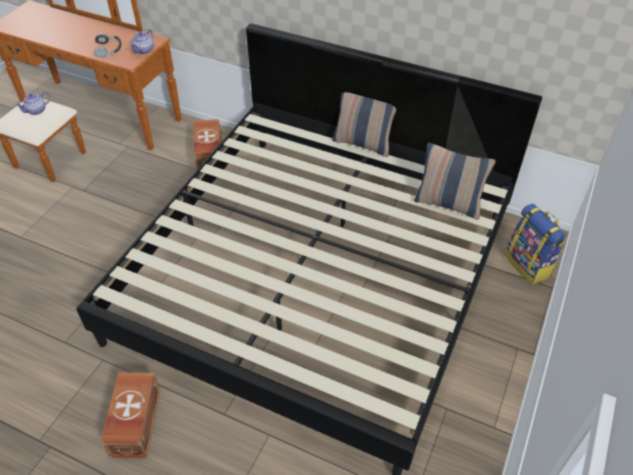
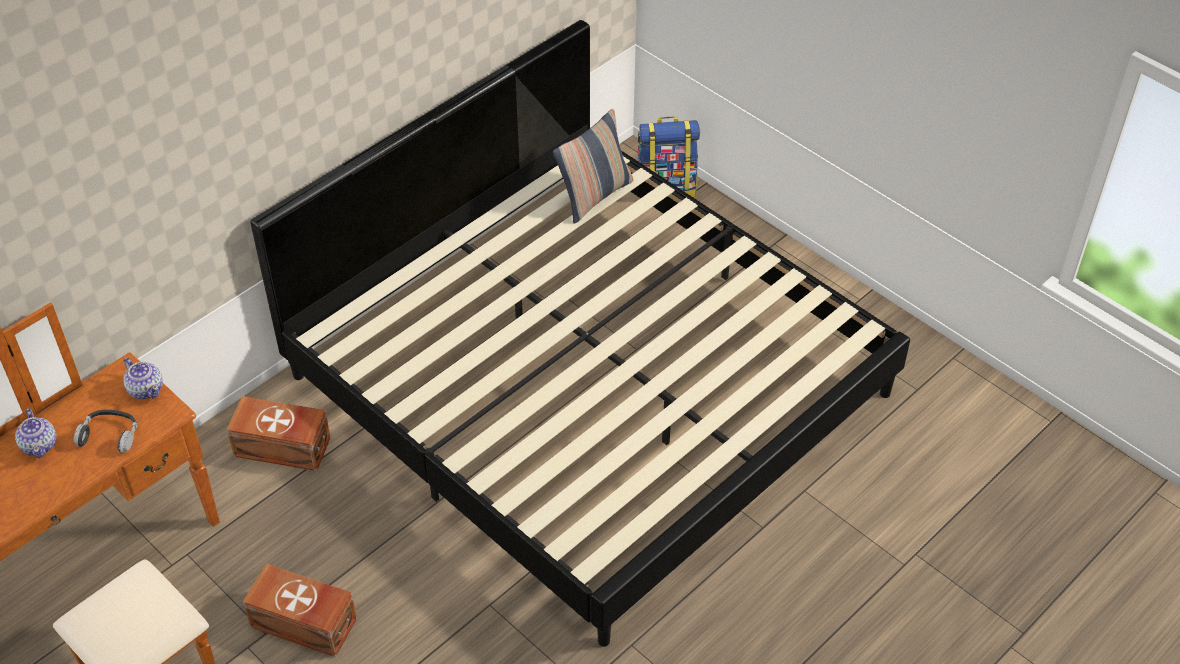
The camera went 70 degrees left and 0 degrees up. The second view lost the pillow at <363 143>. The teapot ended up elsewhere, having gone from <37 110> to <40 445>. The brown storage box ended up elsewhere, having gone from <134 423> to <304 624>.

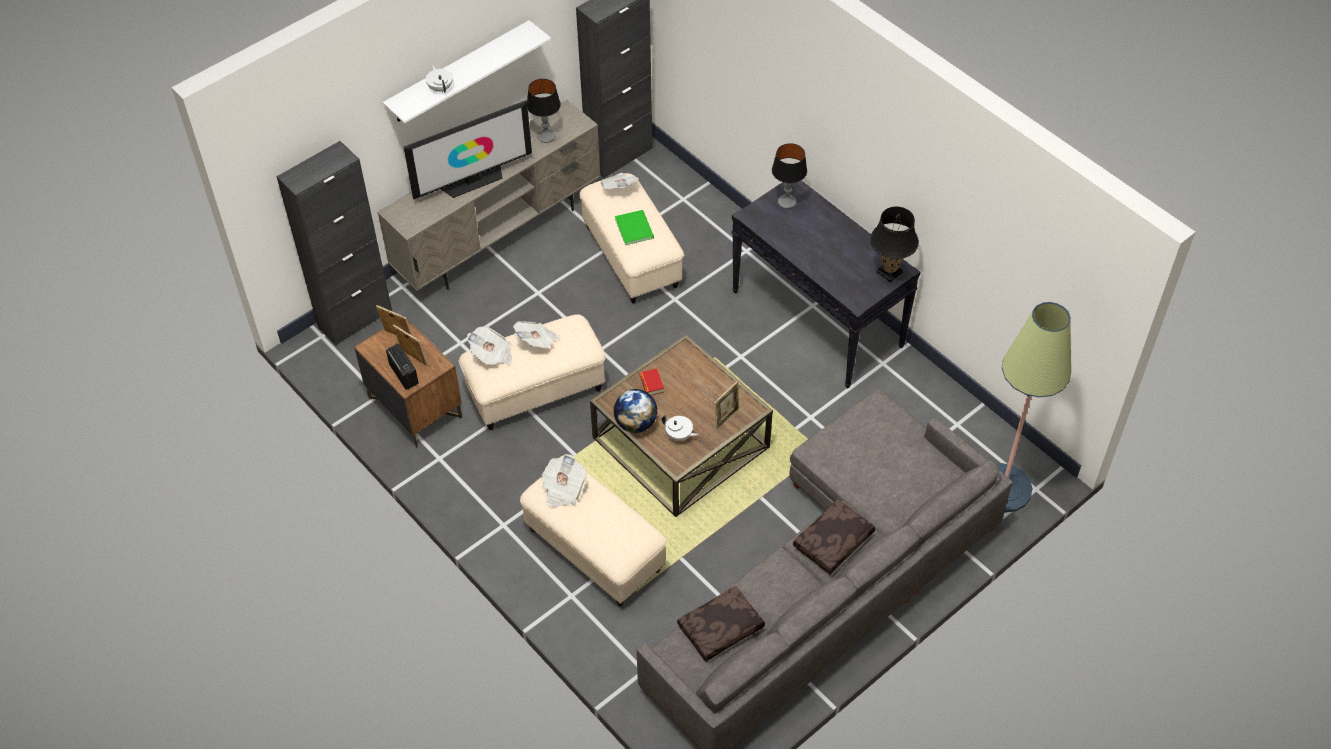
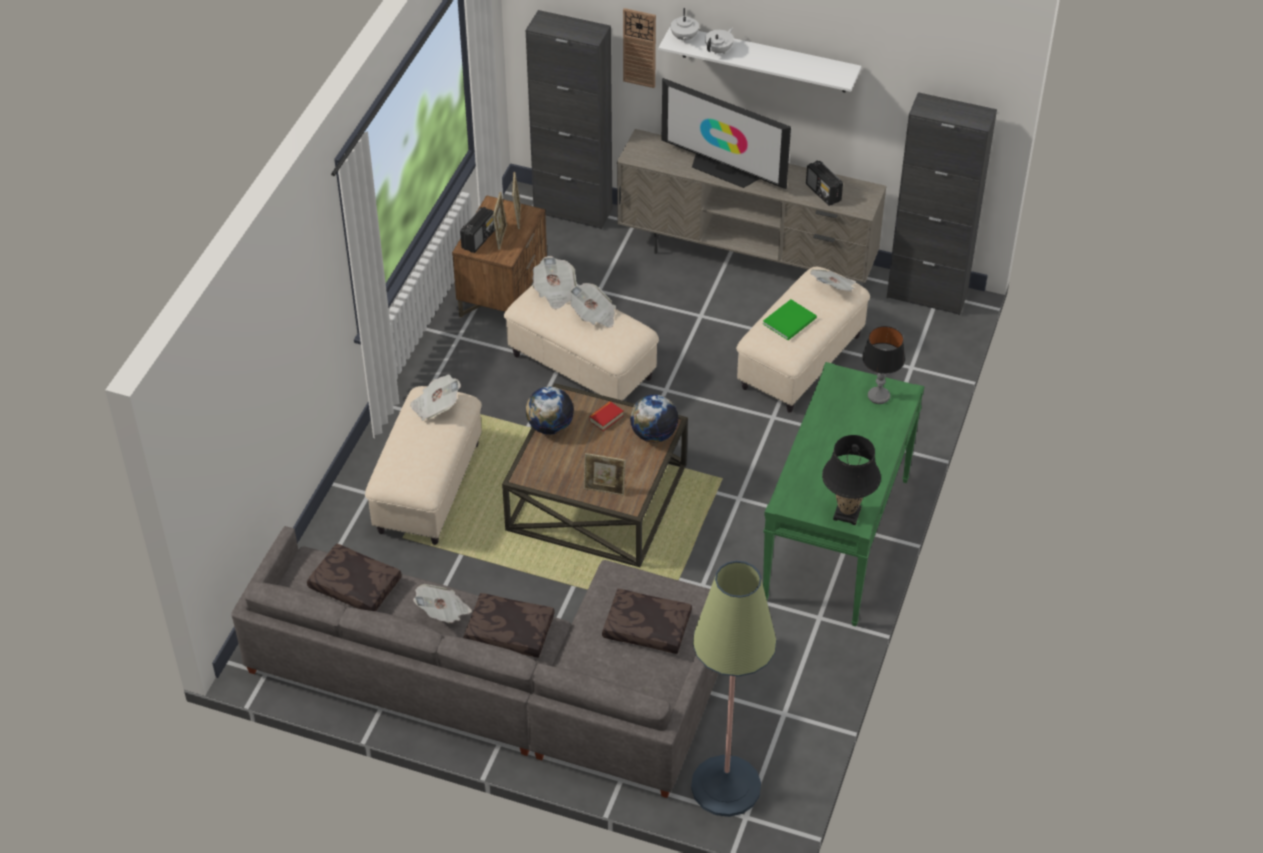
The camera went 60 degrees right and 5 degrees down. The second view gained the newspaper at <443 612>. The second view gained the brown pillow at <646 628>. The second view gained the wall clock at <639 47>. The second view gained the globe at <653 434>. The white teapot ended up elsewhere, having gone from <679 435> to <684 38>. Where the table lamp stood at <546 136>, the radio came to stand at <823 193>. What was the black console table at <818 319> turned into the green console table at <837 540>.

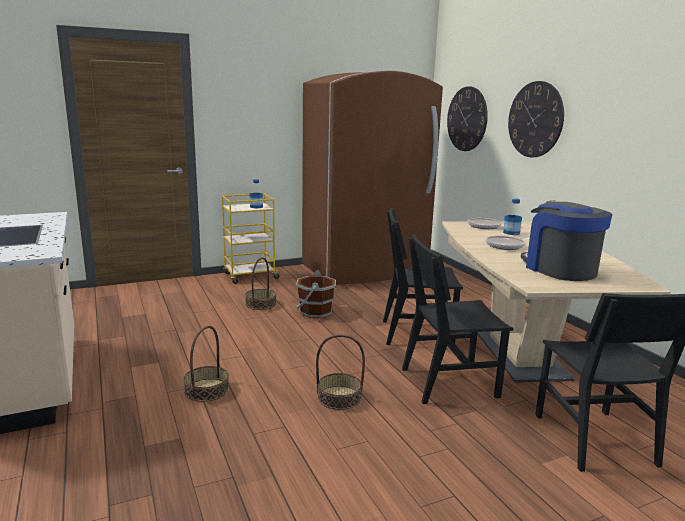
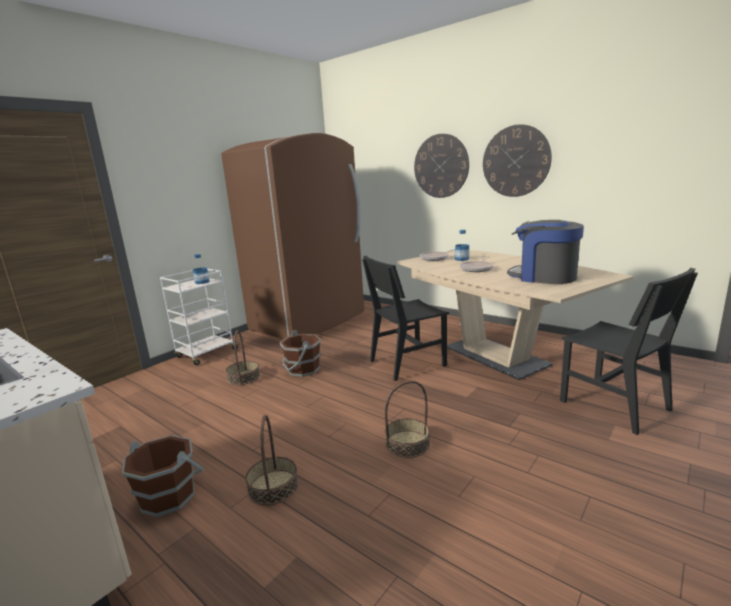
The camera went 25 degrees left and 0 degrees up. The second view lost the black chair at <448 382>. The second view gained the brown bucket at <169 496>. The wall clock ended up elsewhere, having gone from <467 119> to <515 161>. What was the yellow cart at <250 276> turned into the white cart at <206 354>.

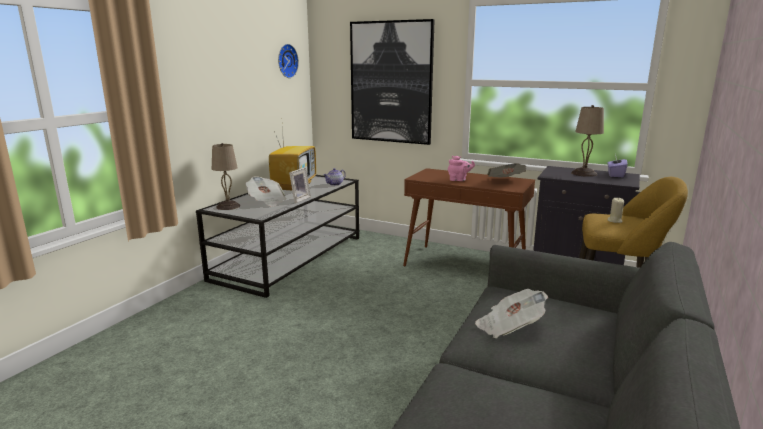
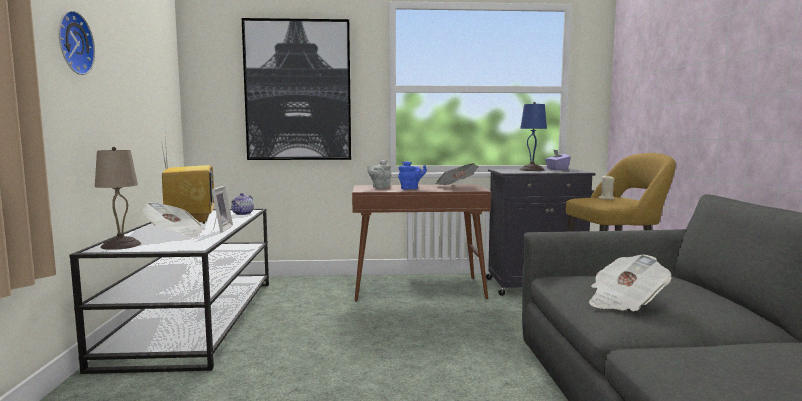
The camera went 30 degrees left and 10 degrees down. The second view gained the grey teapot at <380 187>. The wall clock ended up elsewhere, having gone from <286 61> to <72 43>. What was the pink teapot at <459 180> turned into the blue teapot at <411 189>. What was the beige table lamp at <584 173> turned into the blue table lamp at <532 170>.

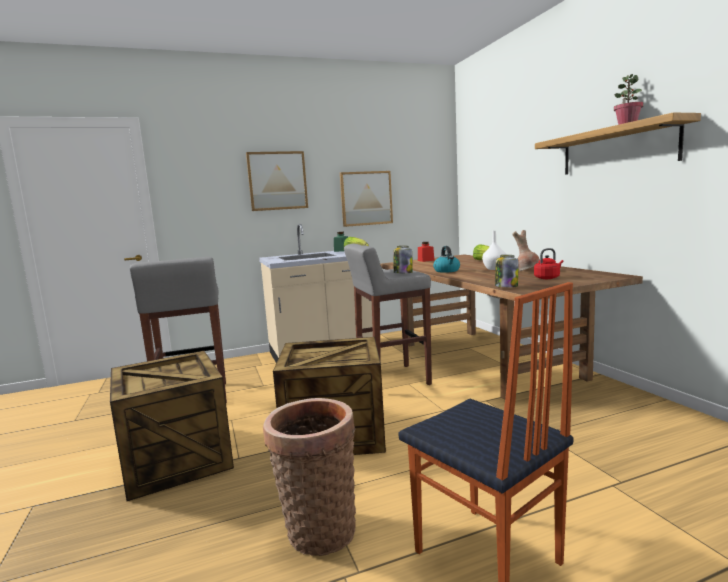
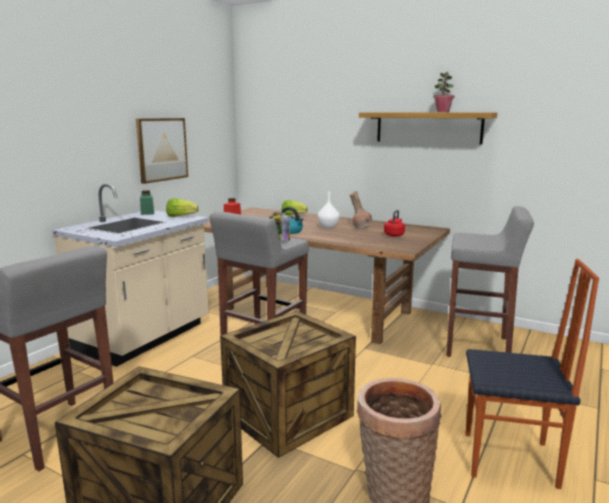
The camera went 40 degrees left and 5 degrees up. The second view lost the picture at <277 181>. The second view lost the jar at <506 287>. The second view gained the grey stool at <478 347>.

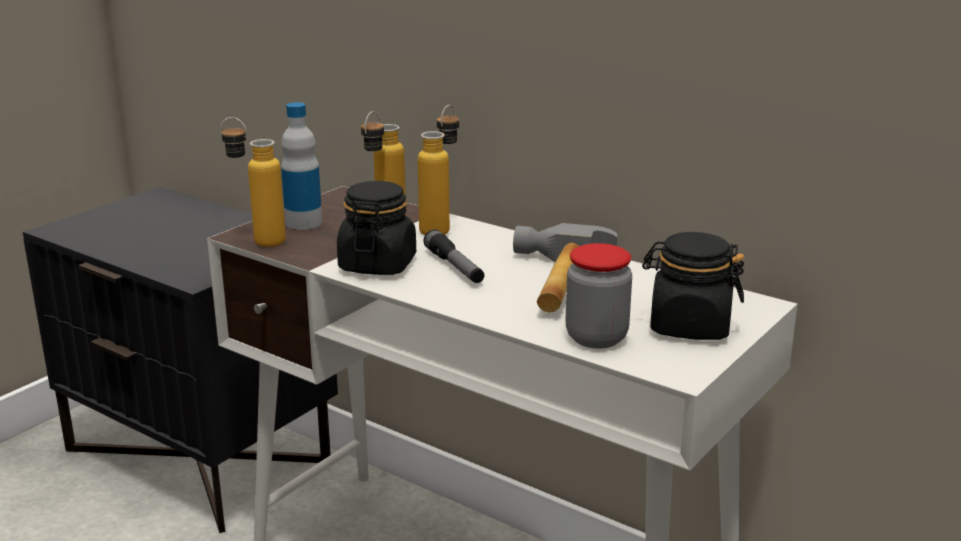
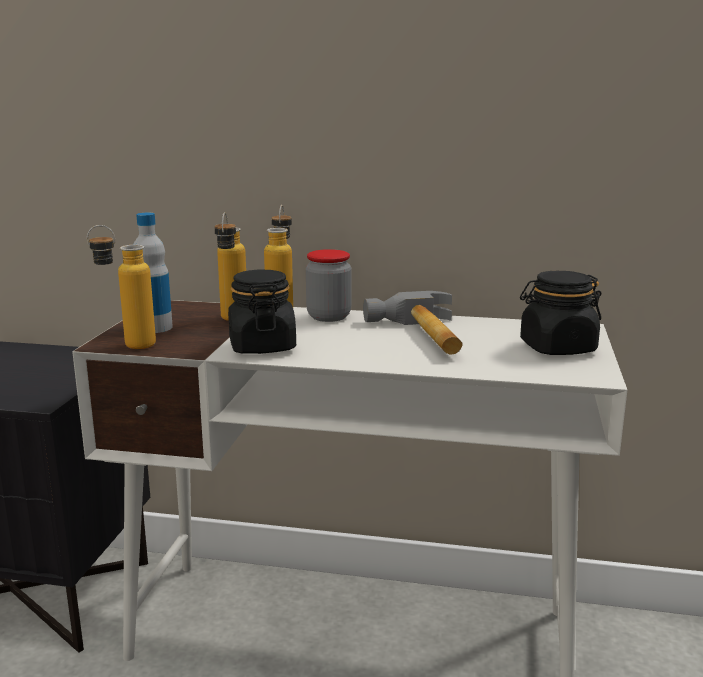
The camera went 25 degrees left and 5 degrees down. The second view lost the flashlight at <454 267>. The jar ended up elsewhere, having gone from <596 337> to <329 317>.

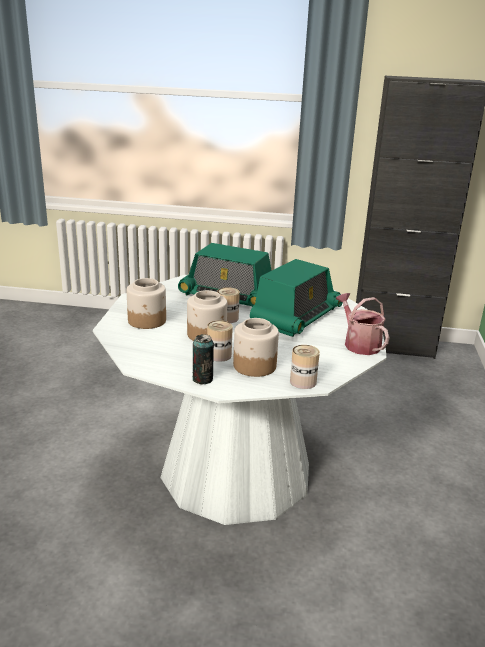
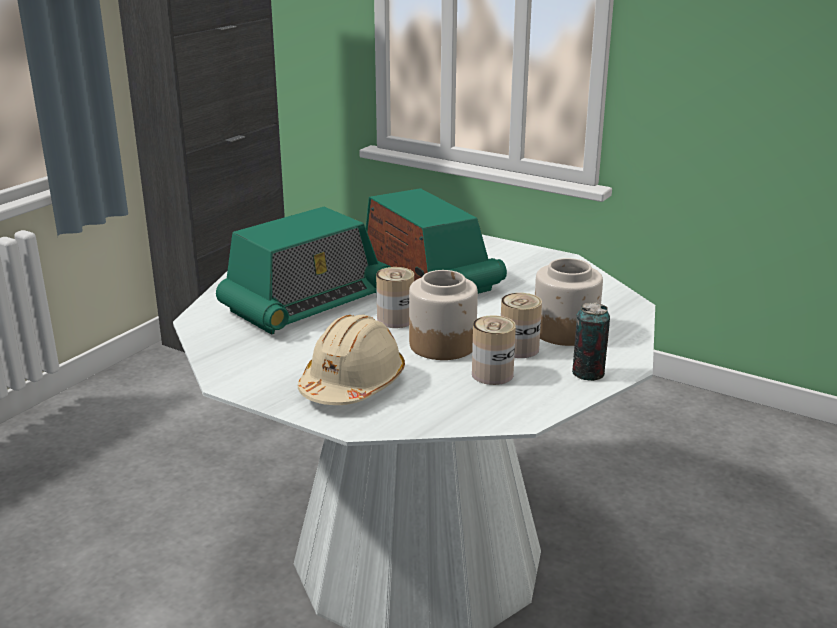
The camera went 65 degrees left and 0 degrees up. The second view lost the watering can at <359 344>. The can ended up elsewhere, having gone from <303 382> to <492 374>. Where the jar stood at <147 321>, the beige hard hat came to stand at <352 384>.

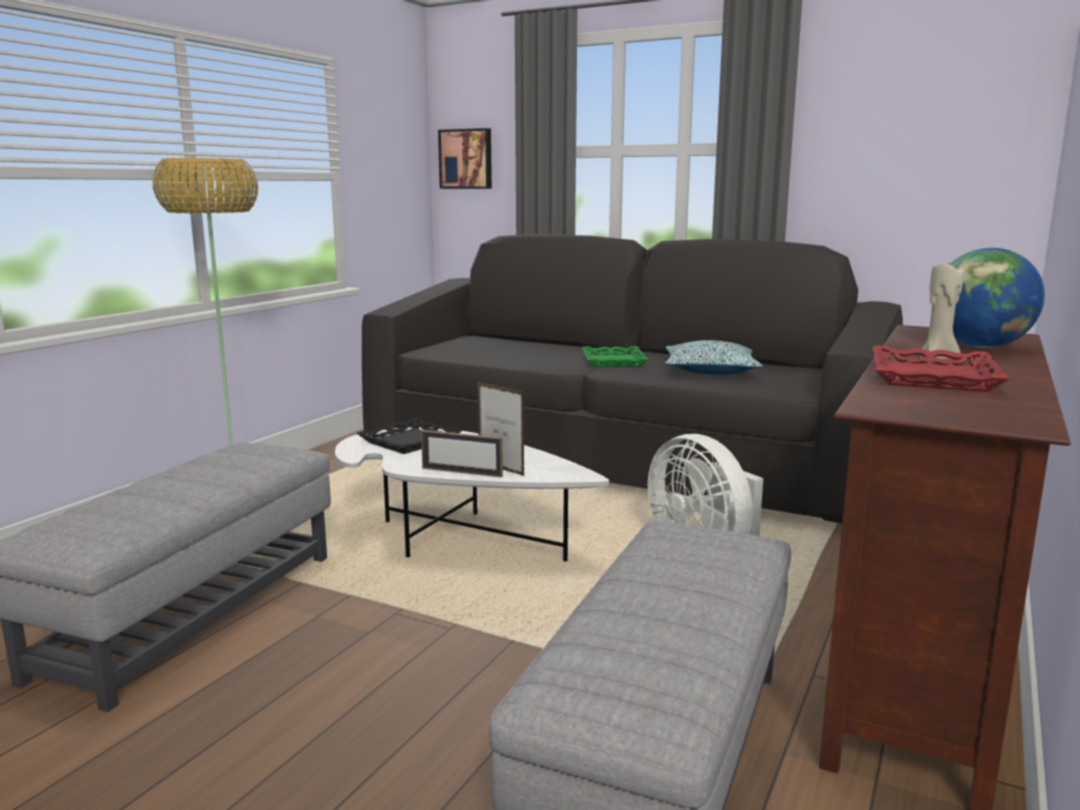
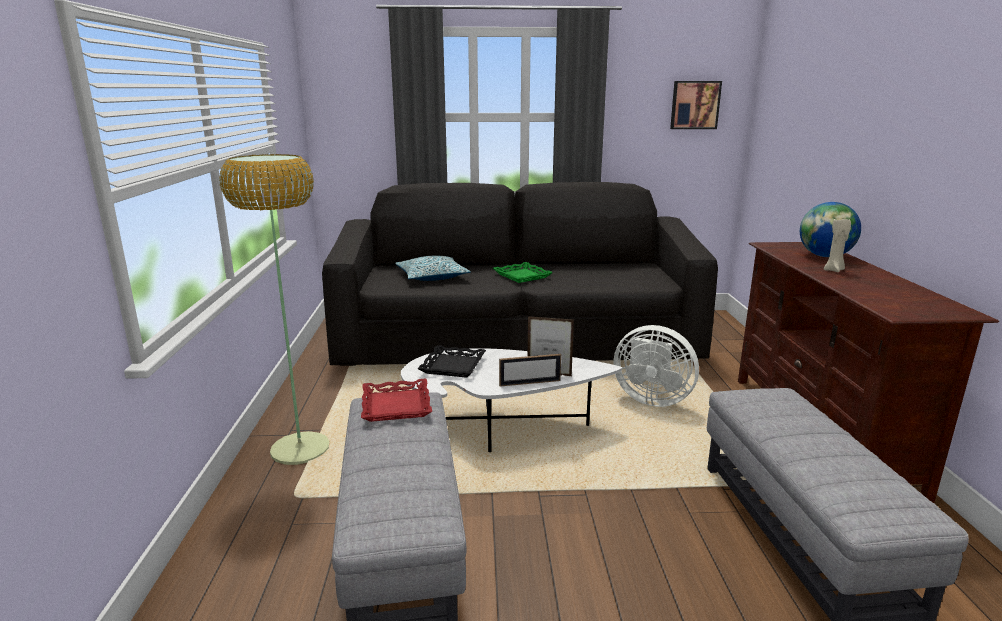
The camera went 30 degrees left and 5 degrees up. The picture ended up elsewhere, having gone from <466 159> to <694 105>. The pillow ended up elsewhere, having gone from <710 371> to <432 277>. The red tray ended up elsewhere, having gone from <931 377> to <395 405>.

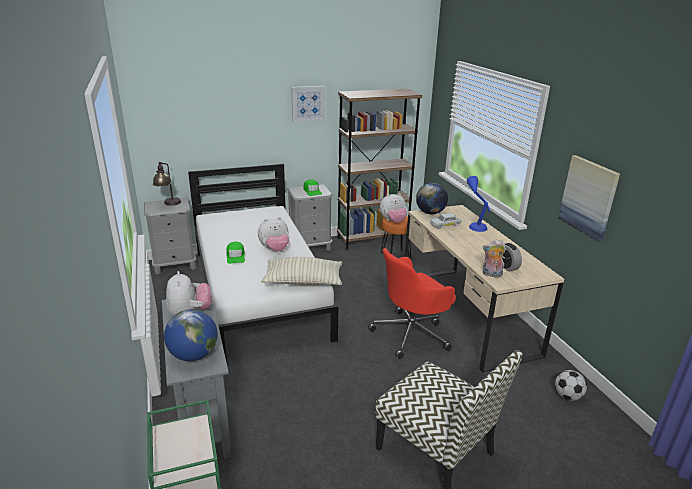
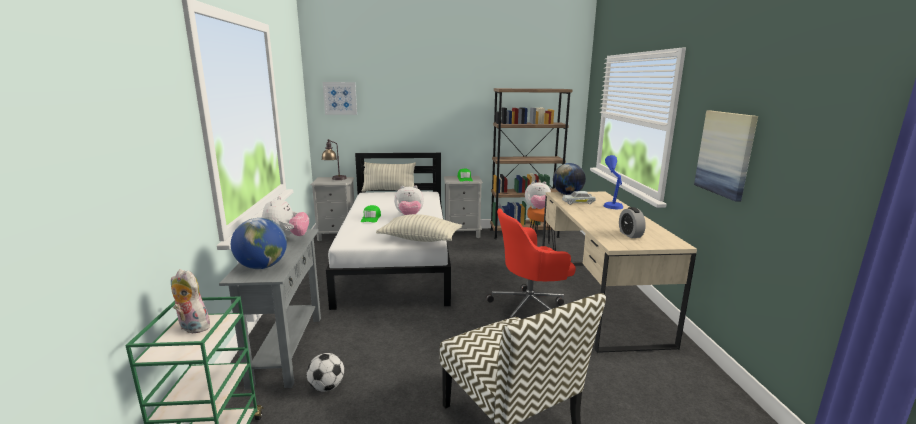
The camera went 15 degrees right and 10 degrees down. The second view gained the pillow at <389 191>. The picture ended up elsewhere, having gone from <308 103> to <340 98>. The plush toy ended up elsewhere, having gone from <491 274> to <192 328>. The football ended up elsewhere, having gone from <567 396> to <326 387>.

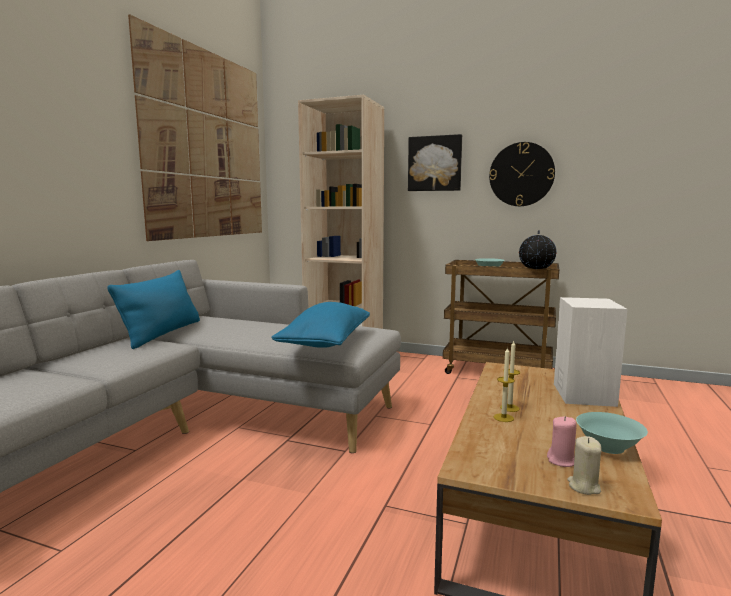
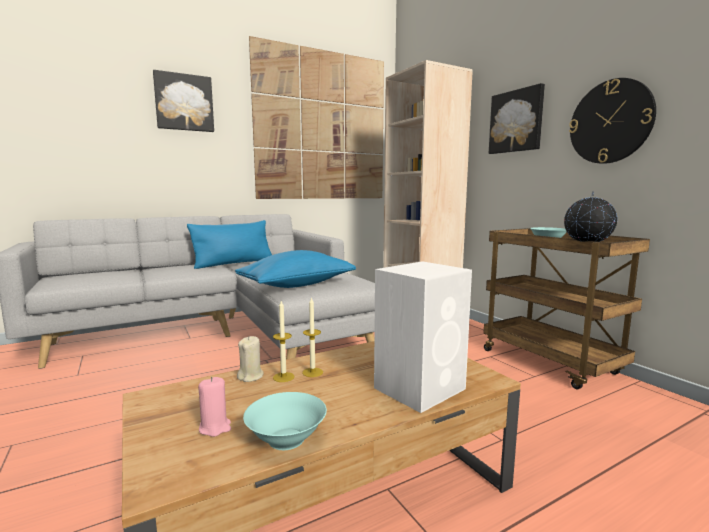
The camera went 40 degrees right and 0 degrees up. The second view gained the picture at <184 102>. The beige candle ended up elsewhere, having gone from <583 486> to <250 376>.

